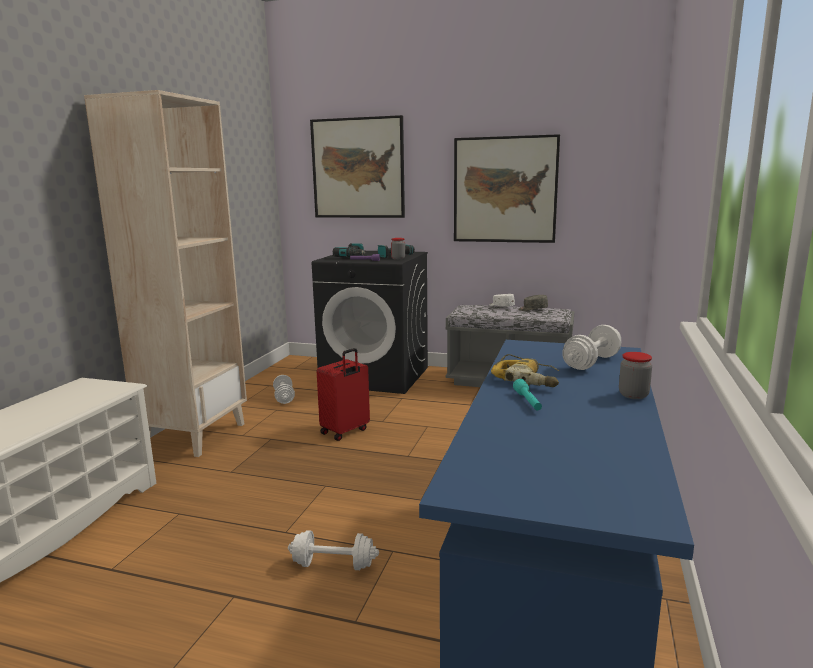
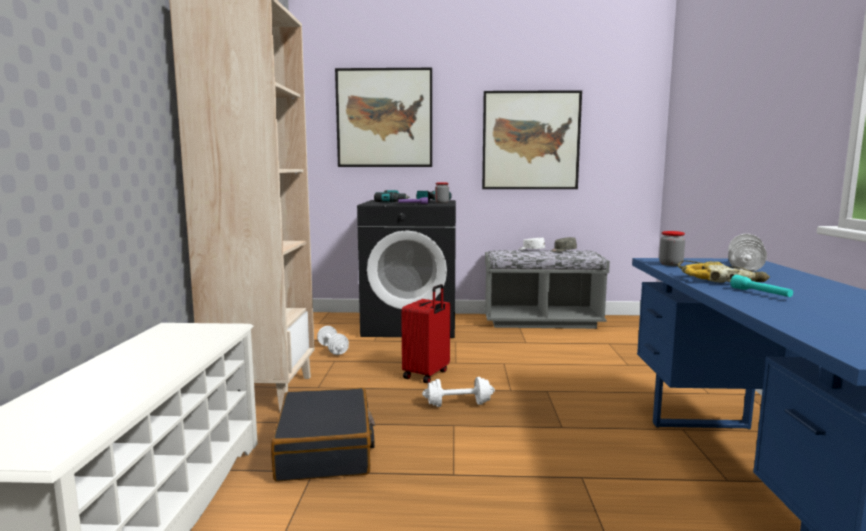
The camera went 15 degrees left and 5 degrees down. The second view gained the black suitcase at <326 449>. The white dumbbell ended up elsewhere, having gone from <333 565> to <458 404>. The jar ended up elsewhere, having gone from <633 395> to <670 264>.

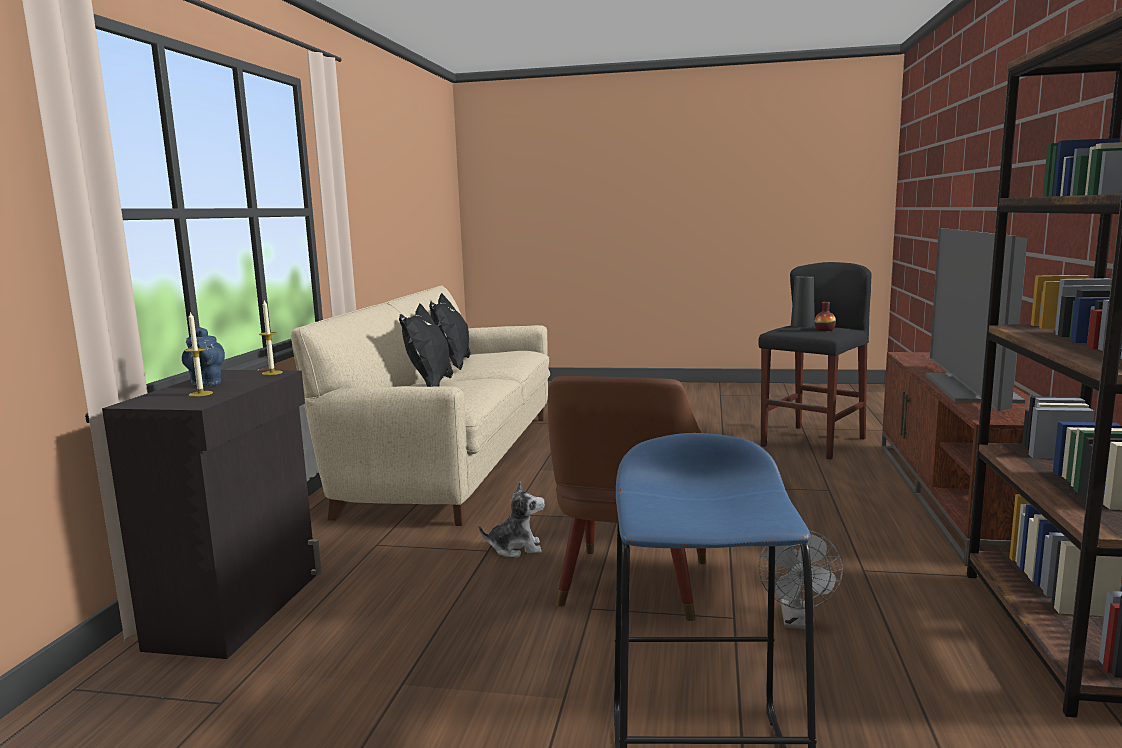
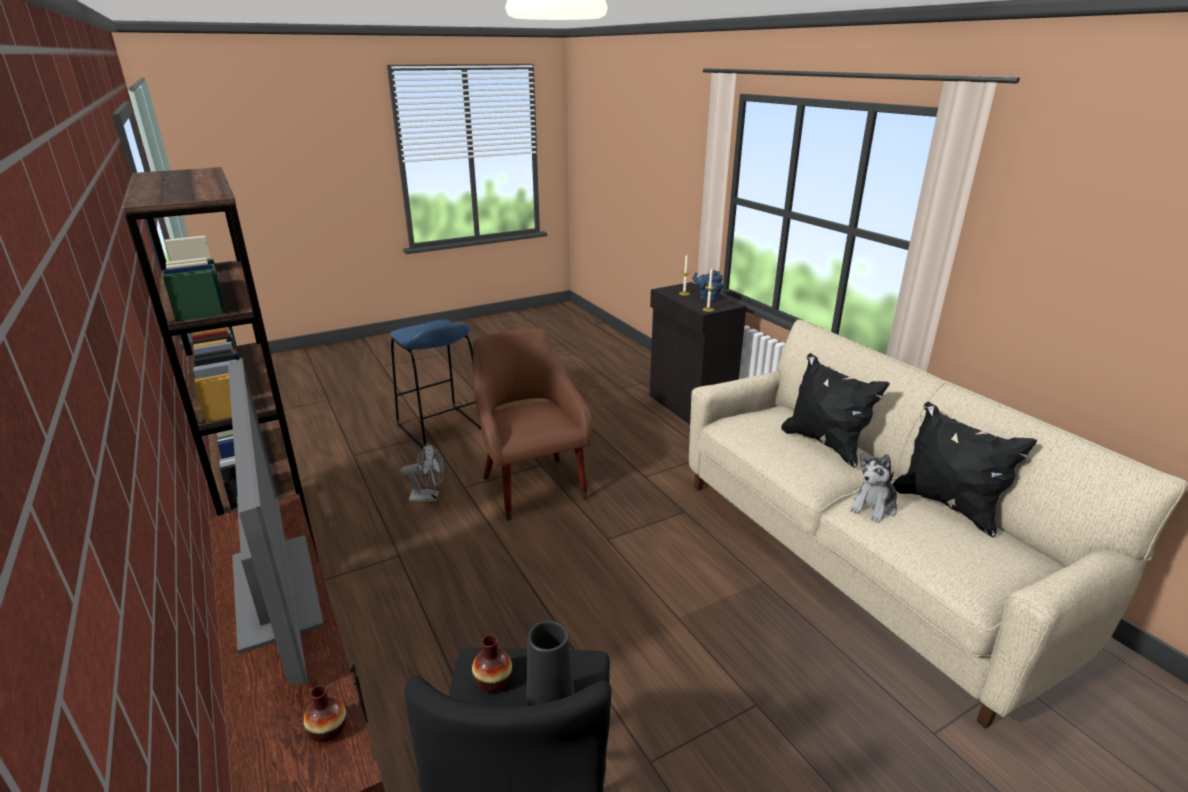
The camera went 140 degrees right and 15 degrees up. The second view gained the vase at <328 729>. The plush toy ended up elsewhere, having gone from <515 548> to <874 507>. The grey fan at <797 622> ended up facing another way, 120 degrees clockwise from before.

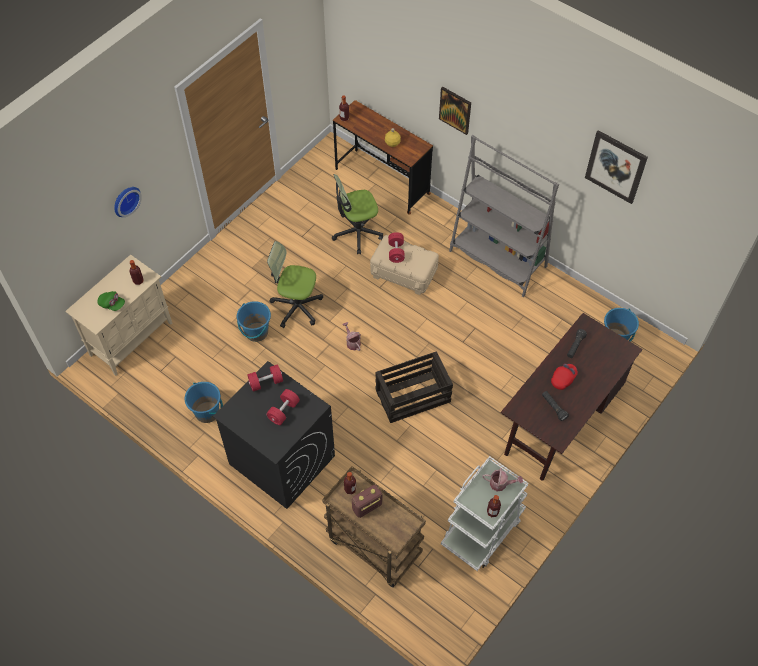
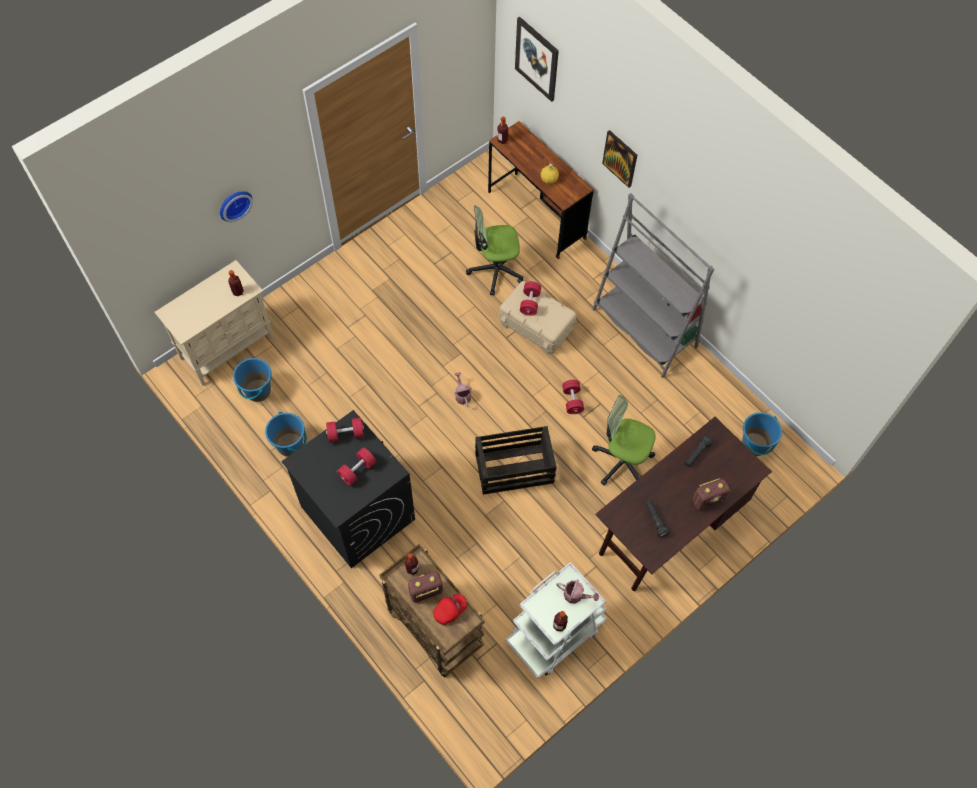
The camera went 10 degrees right and 5 degrees up. The second view lost the green cap at <112 304>. The second view gained the red dumbbell at <572 400>. The second view gained the radio at <708 500>. The blue bucket ended up elsewhere, having gone from <256 332> to <257 390>. The office chair ended up elsewhere, having gone from <296 306> to <622 461>. The red cap ended up elsewhere, having gone from <563 379> to <450 610>. The picture ended up elsewhere, having gone from <615 166> to <537 59>.

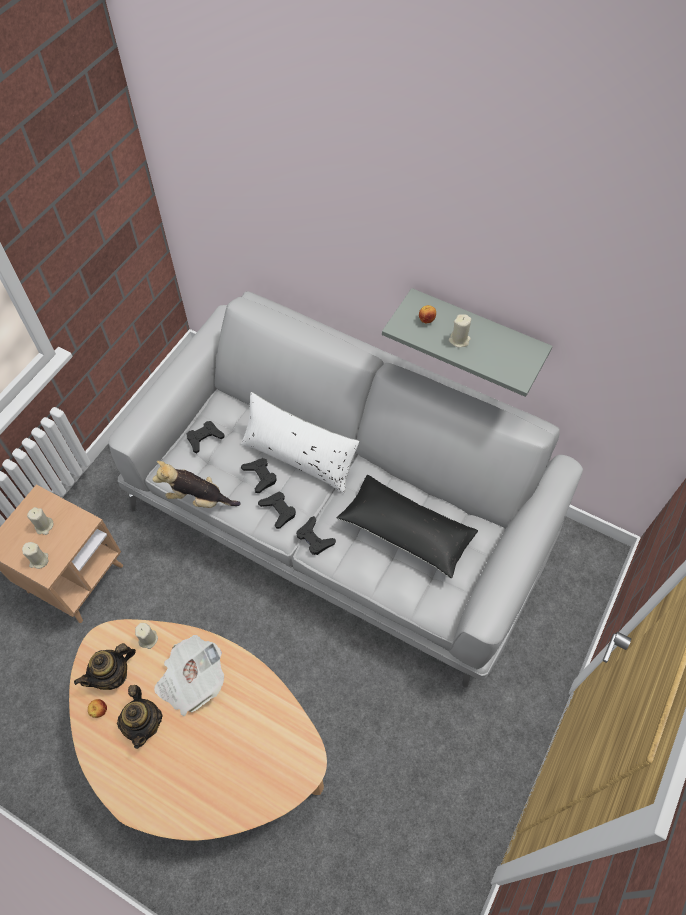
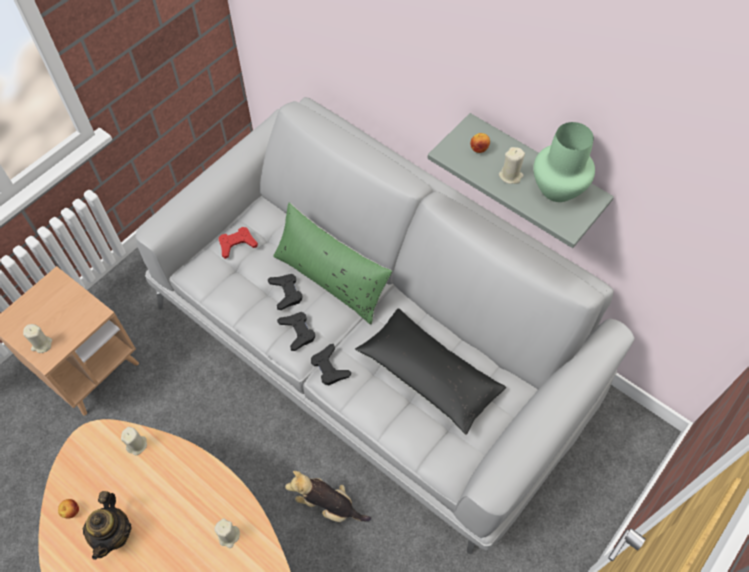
The camera went 10 degrees right and 0 degrees up. The second view lost the teapot at <113 675>. The second view lost the newspaper at <191 680>. The second view gained the green vase at <558 188>. The beige candle ended up elsewhere, having gone from <44 526> to <229 536>. The plush toy ended up elsewhere, having gone from <198 499> to <328 505>. What was the black game controller at <204 438> turned into the red game controller at <237 244>. What was the white pillow at <299 457> turned into the green pillow at <331 278>.

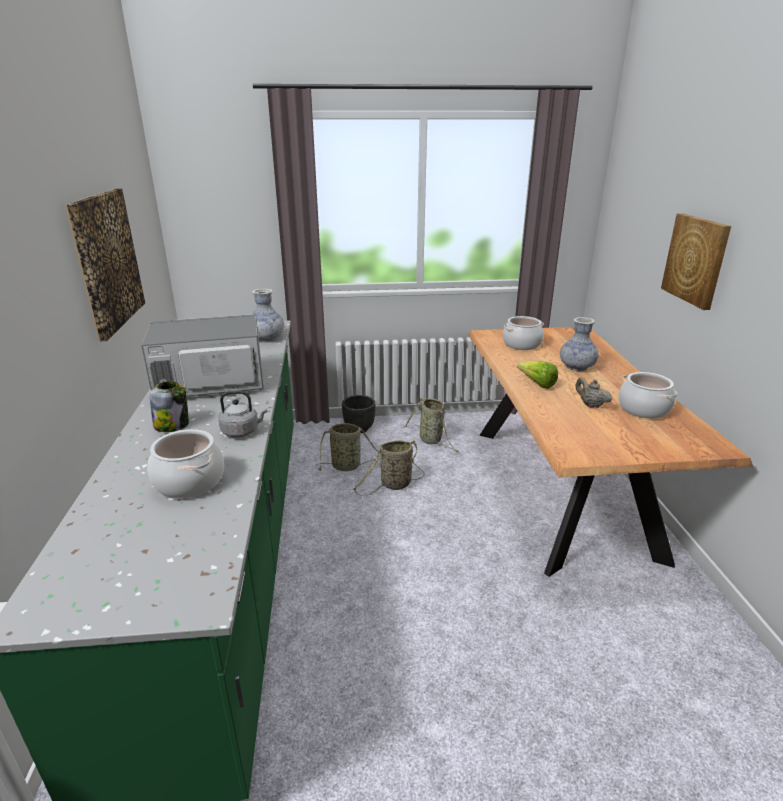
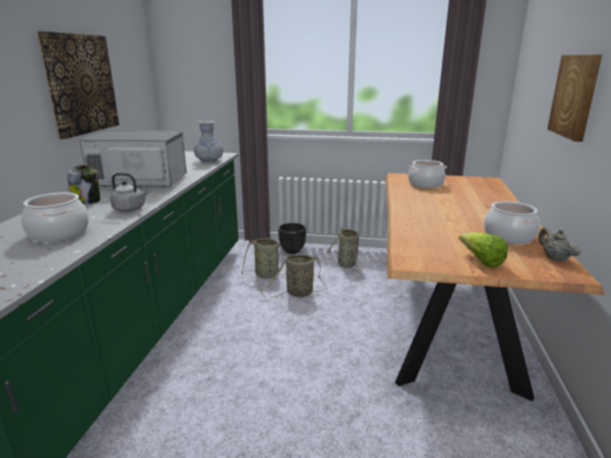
The camera went 15 degrees right and 5 degrees down. The second view lost the vase at <576 367>. The lettuce ended up elsewhere, having gone from <537 384> to <481 261>. The beige teapot ended up elsewhere, having gone from <590 405> to <554 258>.

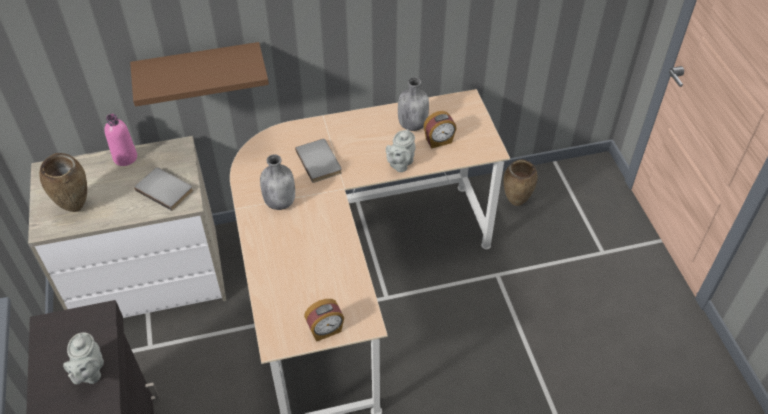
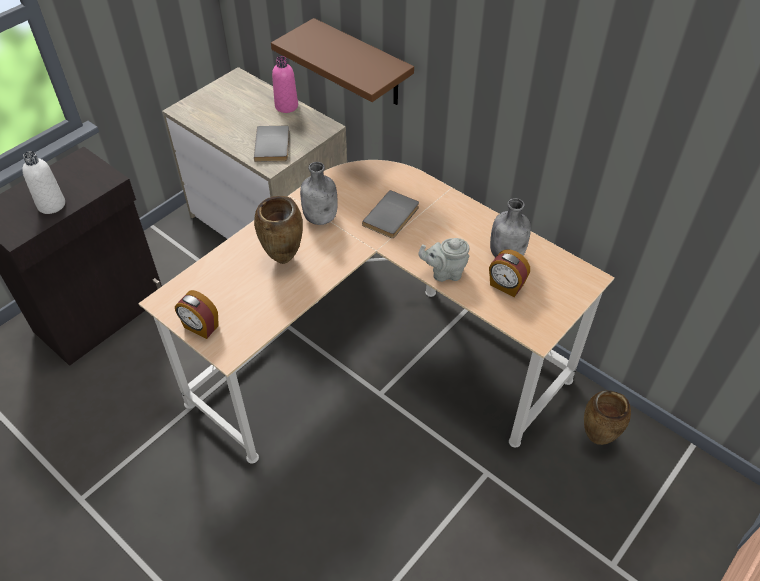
The camera went 55 degrees right and 0 degrees up. The brown vase ended up elsewhere, having gone from <77 208> to <284 260>. Where the grey teapot stood at <89 373>, the white bottle came to stand at <51 205>.

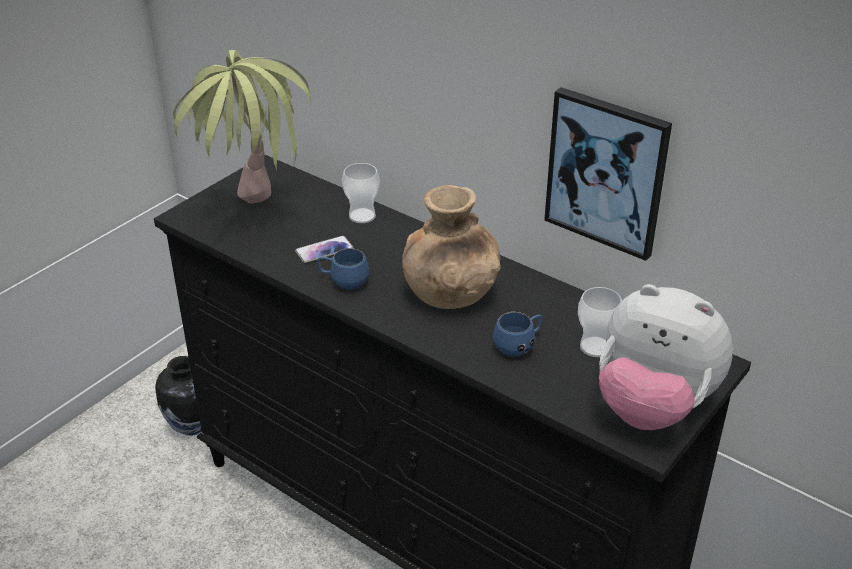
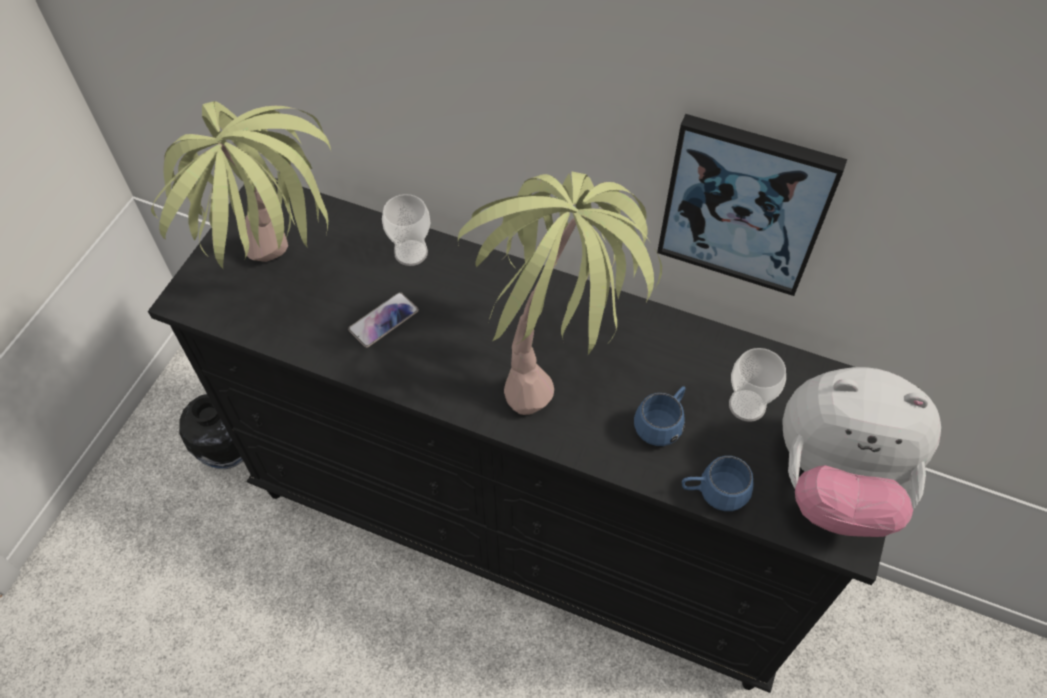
The camera went 15 degrees left and 20 degrees up. The blue mug ended up elsewhere, having gone from <343 282> to <713 493>. Where the brown vase stood at <450 294>, the potted plant came to stand at <557 359>.

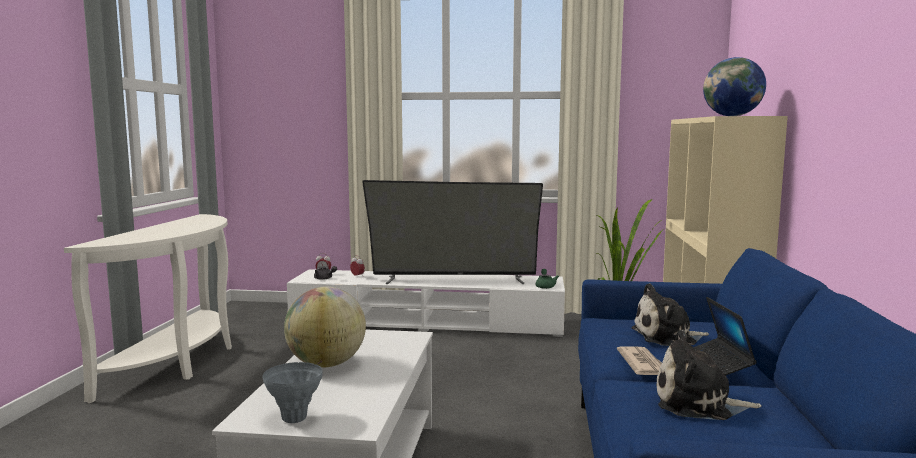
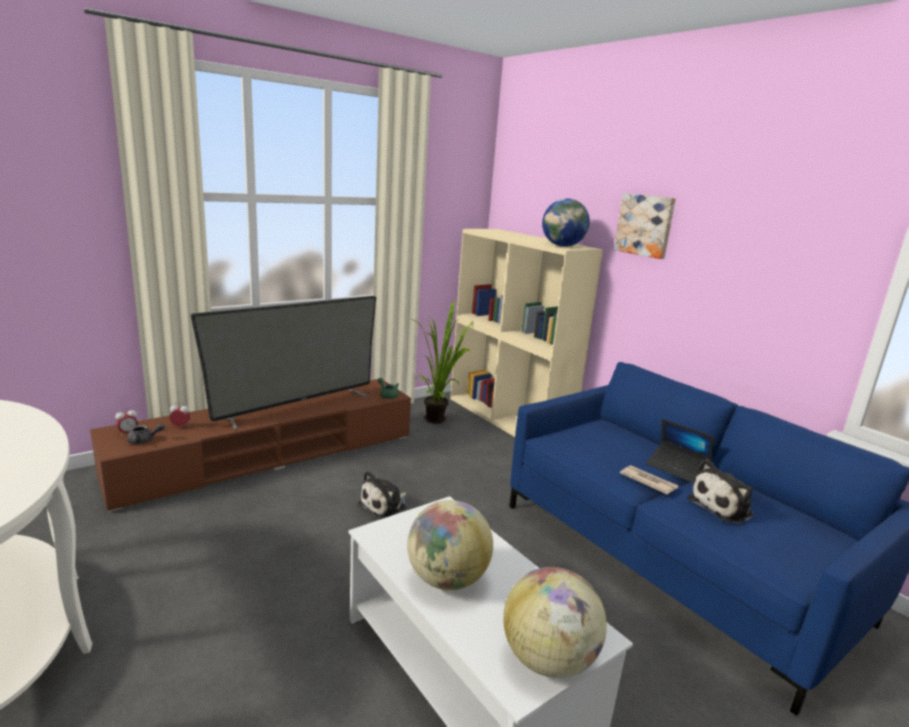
The camera went 45 degrees left and 10 degrees up. The second view gained the picture at <645 225>. The plush toy ended up elsewhere, having gone from <667 337> to <385 506>. Where the grey vase stood at <294 418>, the globe came to stand at <548 659>. What was the white tv stand at <428 323> turned into the brown tv stand at <269 456>.

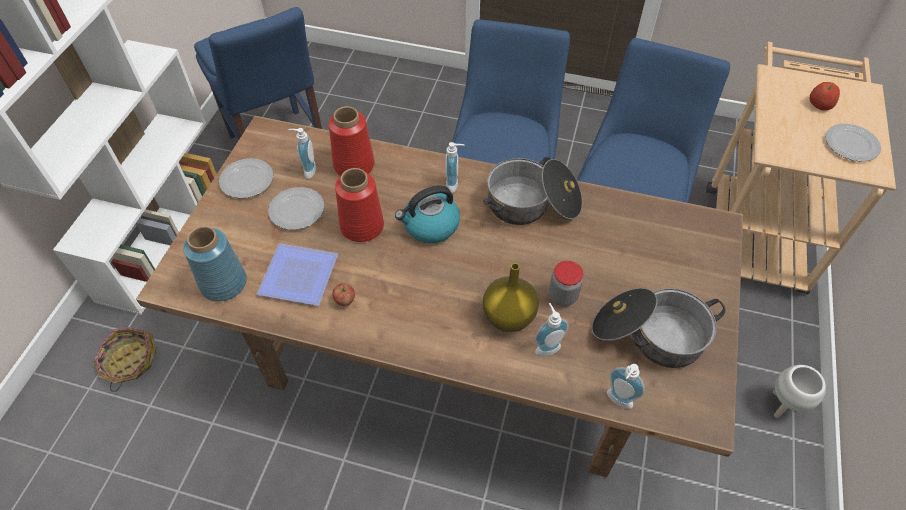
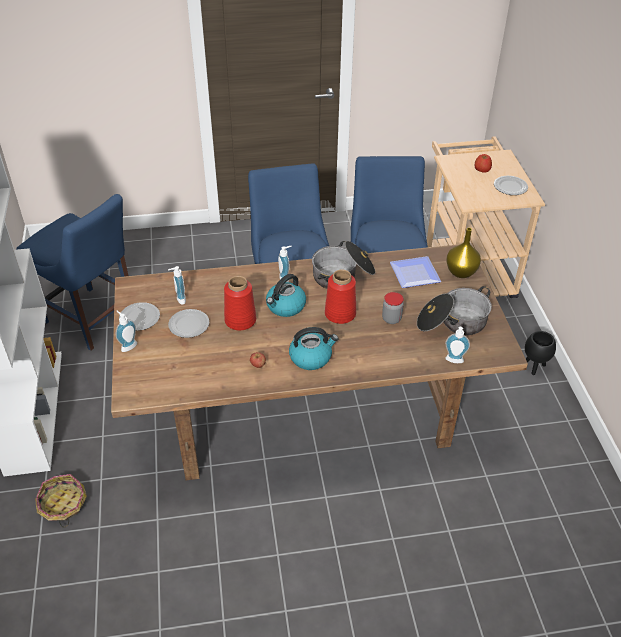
The camera went 25 degrees left and 10 degrees down. The second view lost the blue vase at <223 284>. The second view gained the kettle at <311 357>. The plate ended up elsewhere, having gone from <297 274> to <413 273>. The red vase ended up elsewhere, having gone from <354 165> to <340 314>. The yellow vase ended up elsewhere, having gone from <507 317> to <460 272>. The soap dispenser ended up elsewhere, having gone from <546 346> to <128 345>. What was the white planter at <783 406> turned into the black planter at <534 367>.

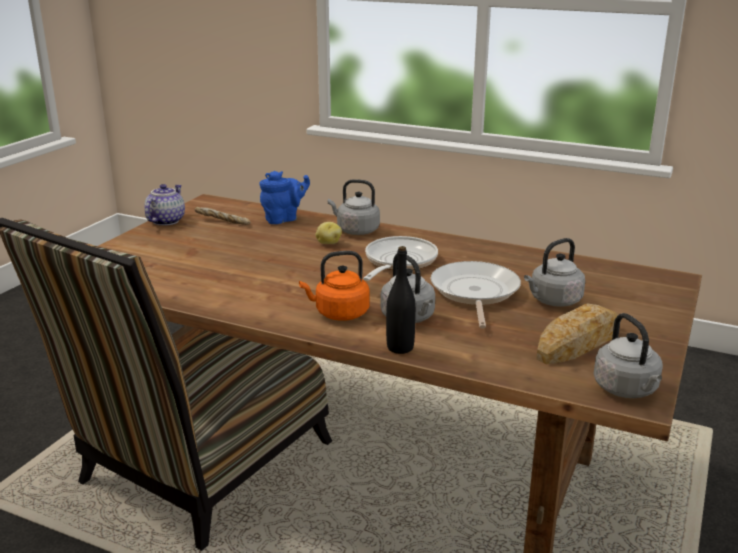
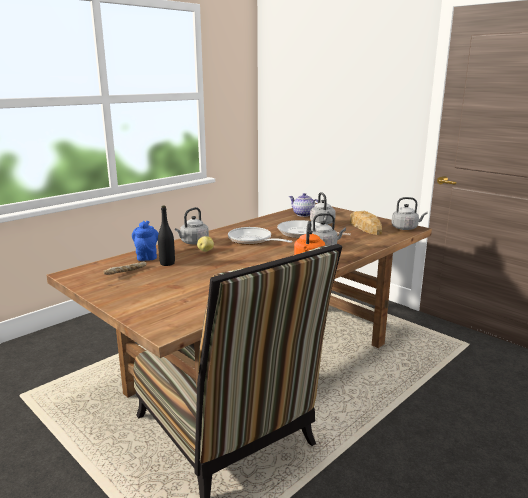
The camera went 70 degrees left and 5 degrees down. The teapot ended up elsewhere, having gone from <165 221> to <303 214>. The black bottle ended up elsewhere, having gone from <400 347> to <167 263>.

